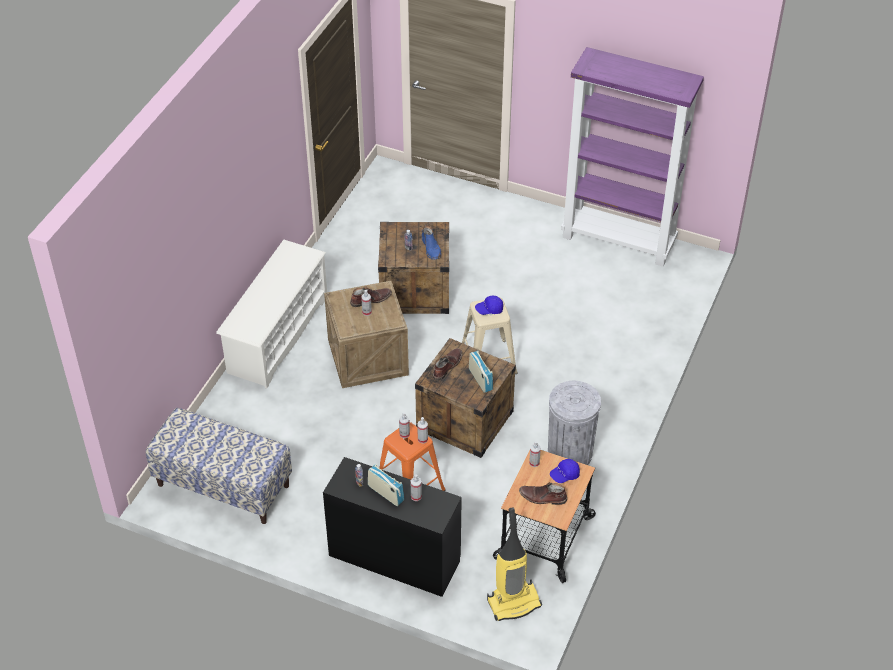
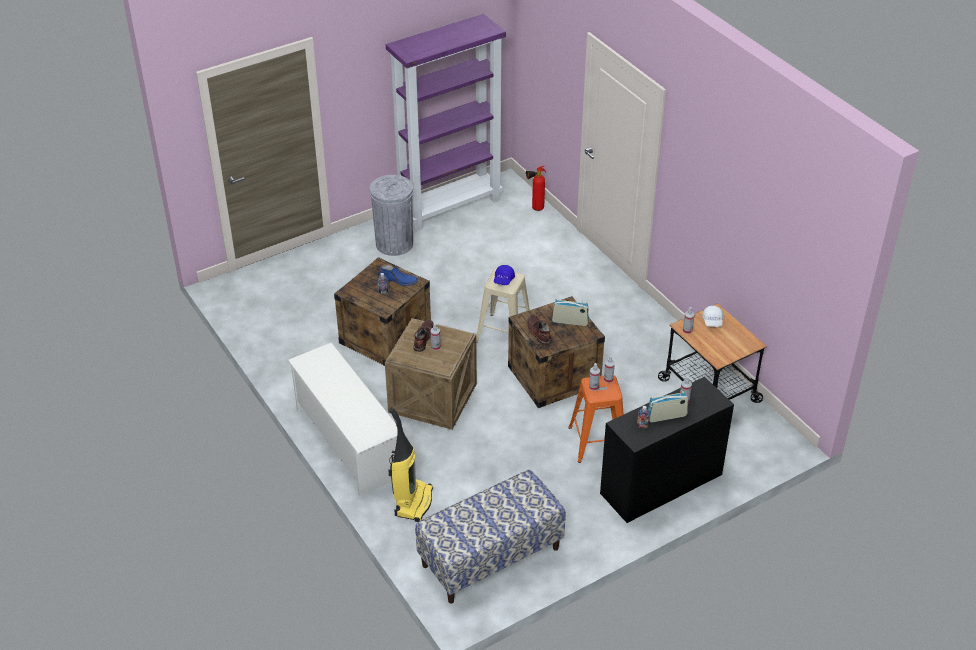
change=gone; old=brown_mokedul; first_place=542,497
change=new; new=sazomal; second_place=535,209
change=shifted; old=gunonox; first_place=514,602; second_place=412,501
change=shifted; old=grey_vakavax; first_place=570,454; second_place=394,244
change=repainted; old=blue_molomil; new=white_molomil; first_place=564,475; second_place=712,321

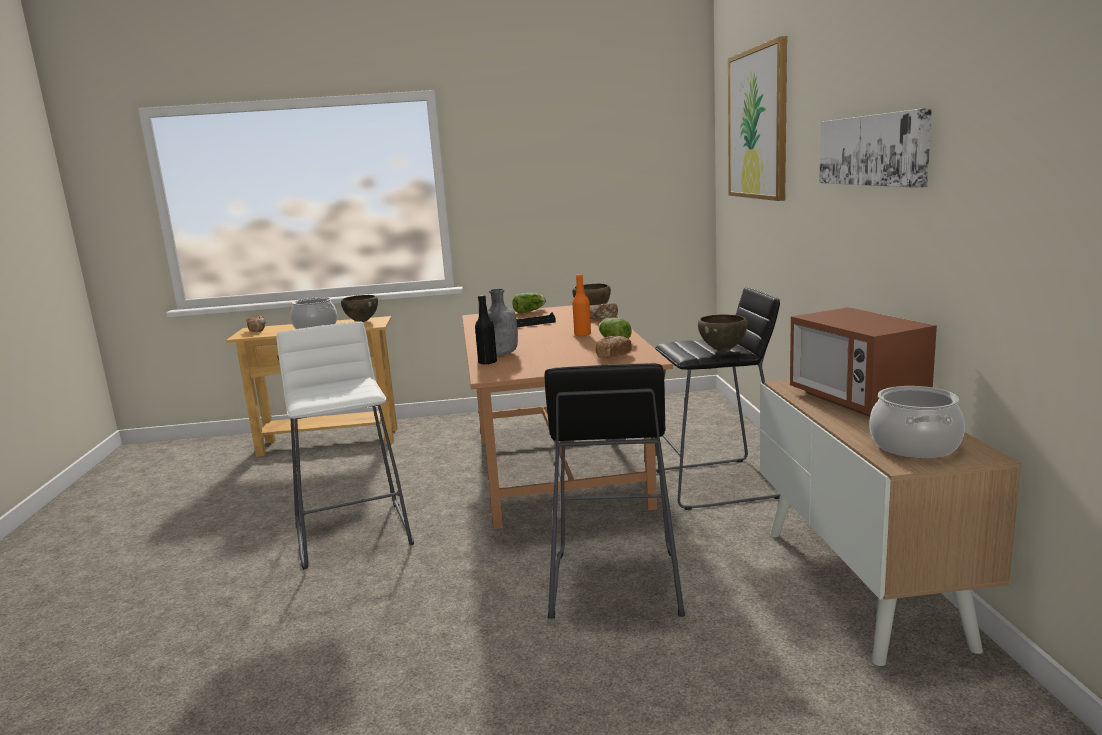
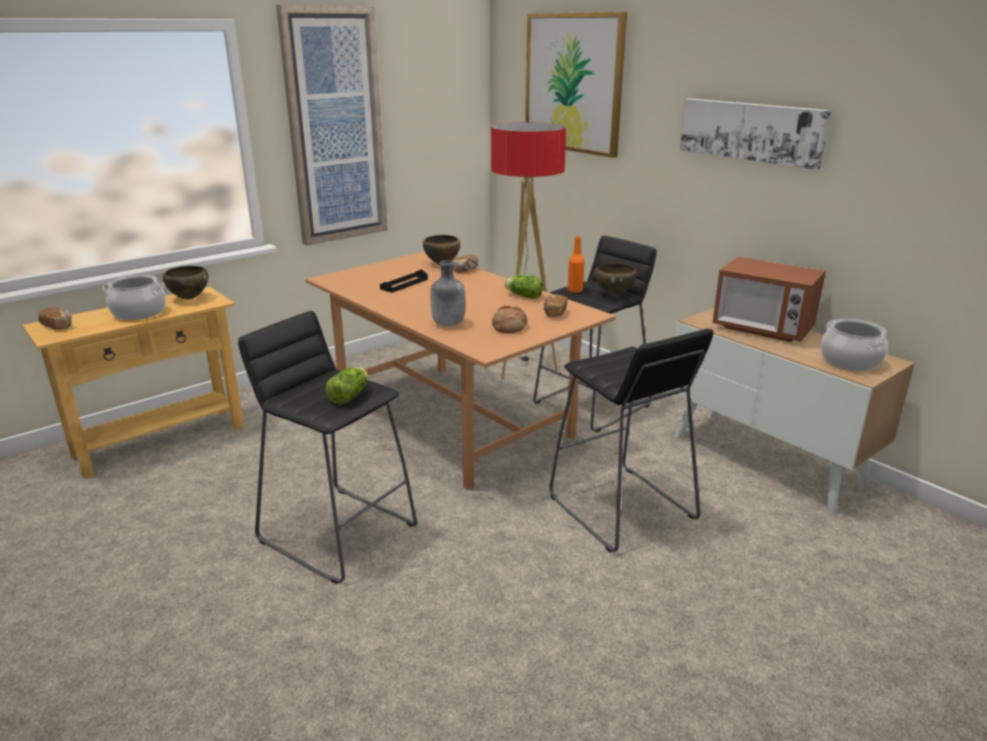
change=gone; old=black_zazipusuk; first_place=487,362
change=new; new=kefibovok; second_place=335,128
change=new; new=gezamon; second_place=524,368
change=new; new=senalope; second_place=508,327
change=shifted; old=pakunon; first_place=530,311; second_place=350,395
change=shifted; old=orange_zazipusuk; first_place=582,335; second_place=575,290
change=repainted; old=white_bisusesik; new=black_bisusesik; first_place=354,533; second_place=338,532

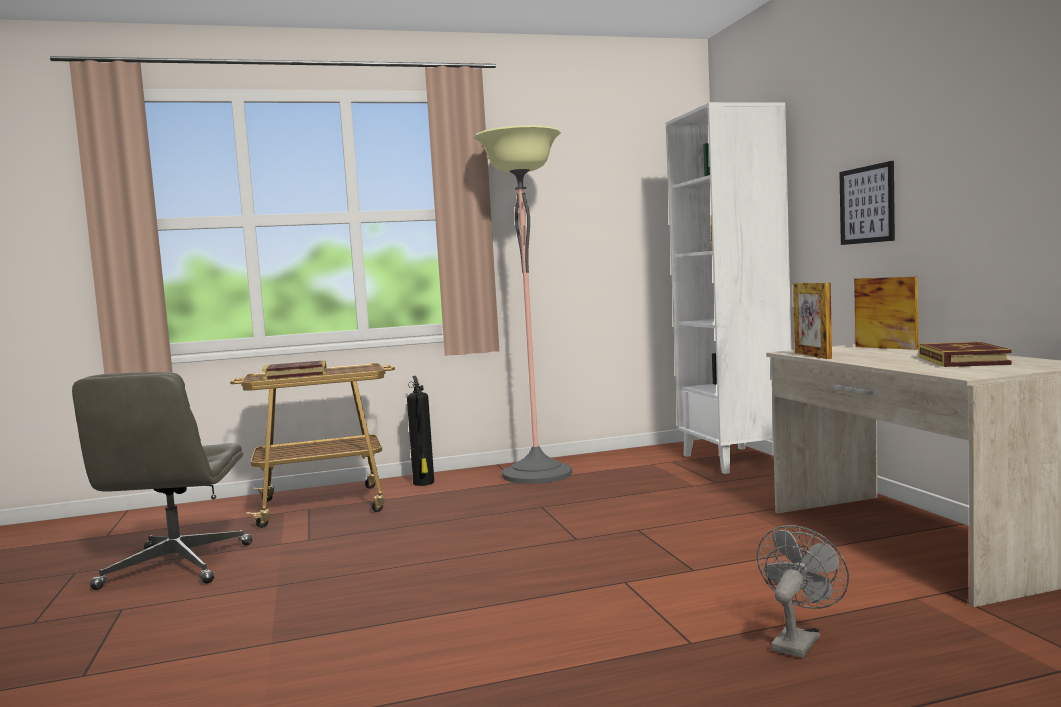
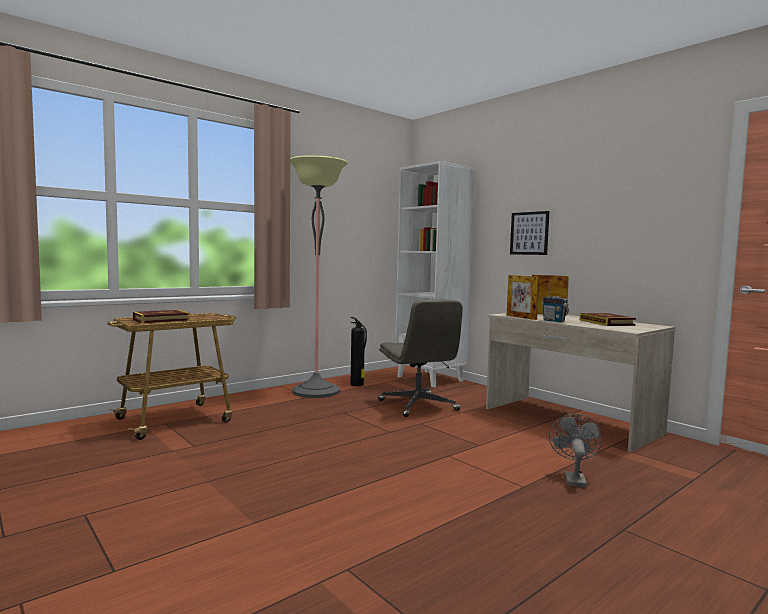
change=new; new=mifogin; second_place=554,321
change=shifted; old=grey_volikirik; first_place=176,566; second_place=418,405
change=shifted; old=sazomal; first_place=424,483; second_place=357,385

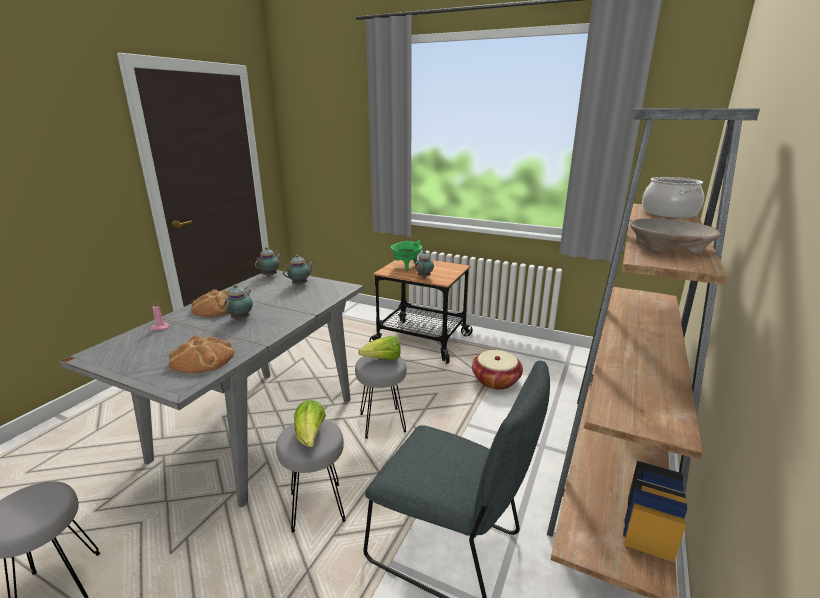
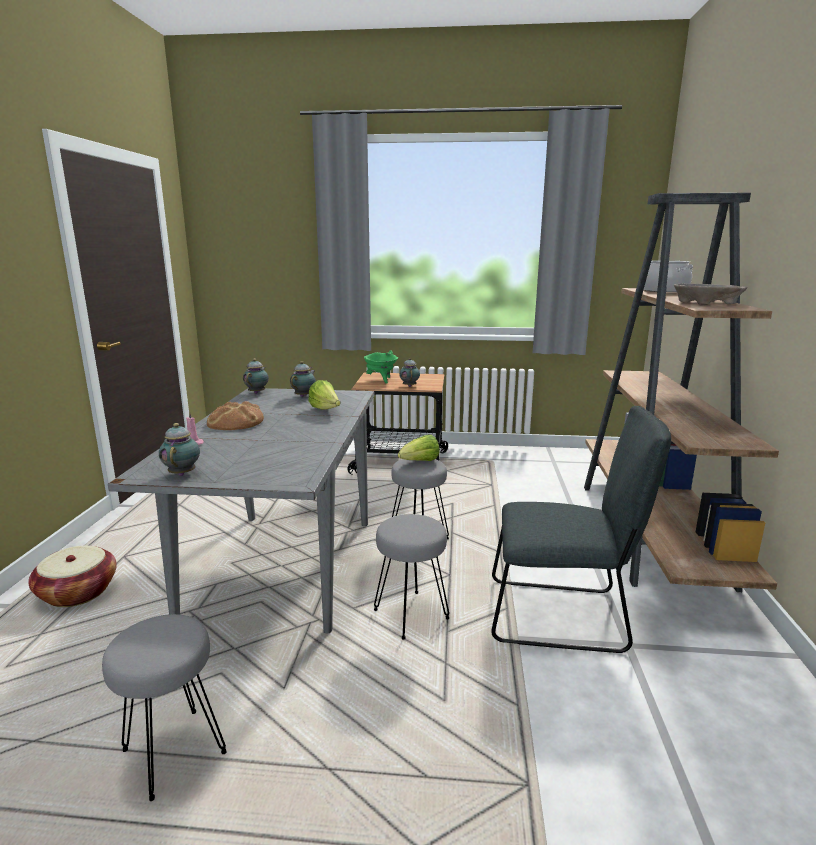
change=gone; old=senalope; first_place=203,358
change=shifted; old=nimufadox; first_place=242,318; second_place=183,473
change=shifted; old=pakunon; first_place=310,436; second_place=326,410
change=shifted; old=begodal; first_place=496,380; second_place=78,592

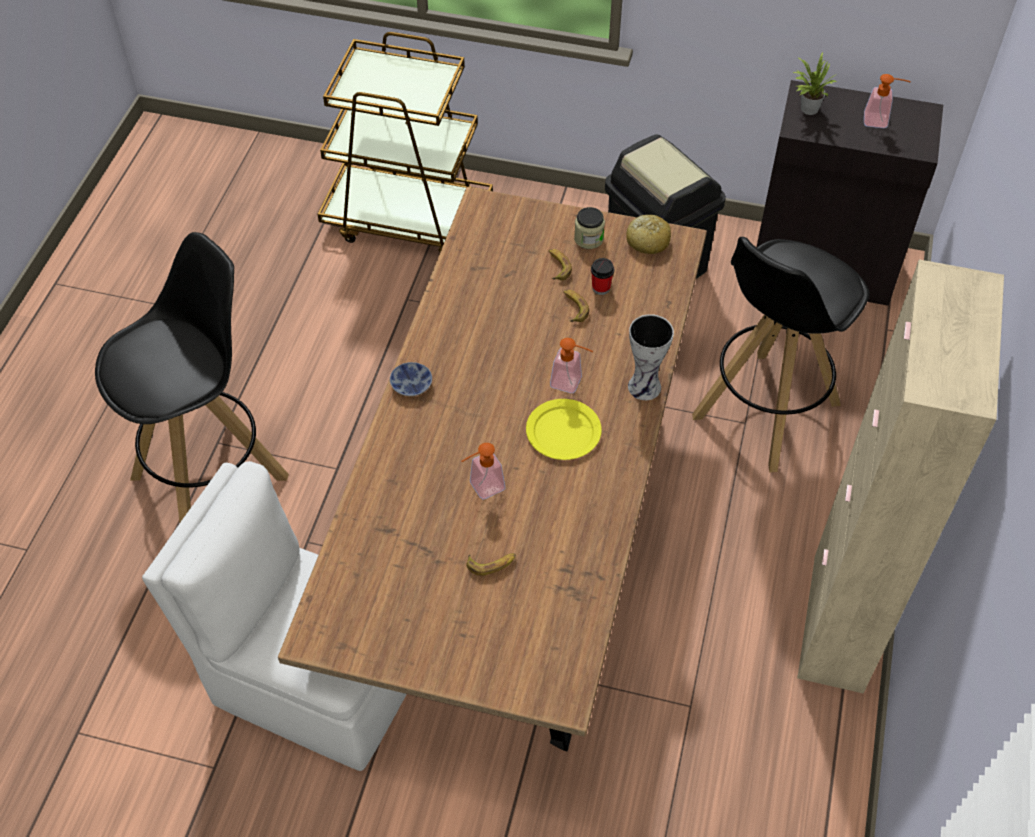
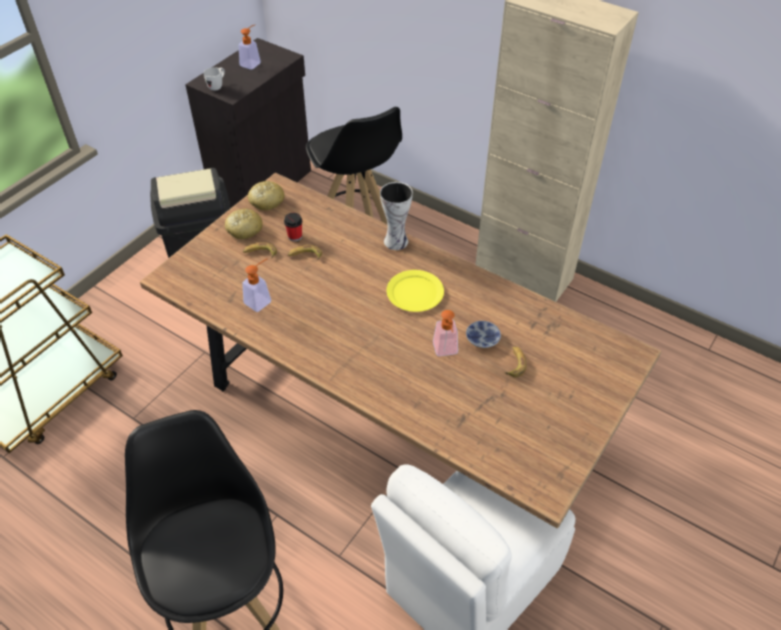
change=shifted; old=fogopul; first_place=410,385; second_place=482,340
change=shifted; old=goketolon; first_place=571,383; second_place=261,300
change=swapped; old=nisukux; new=senalope; first_place=588,239; second_place=244,229
change=swapped; old=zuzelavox; new=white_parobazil; first_place=807,108; second_place=217,86

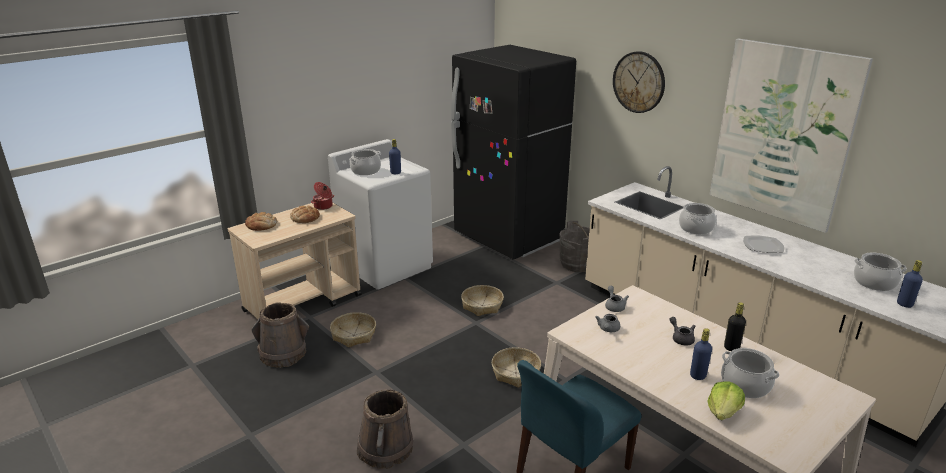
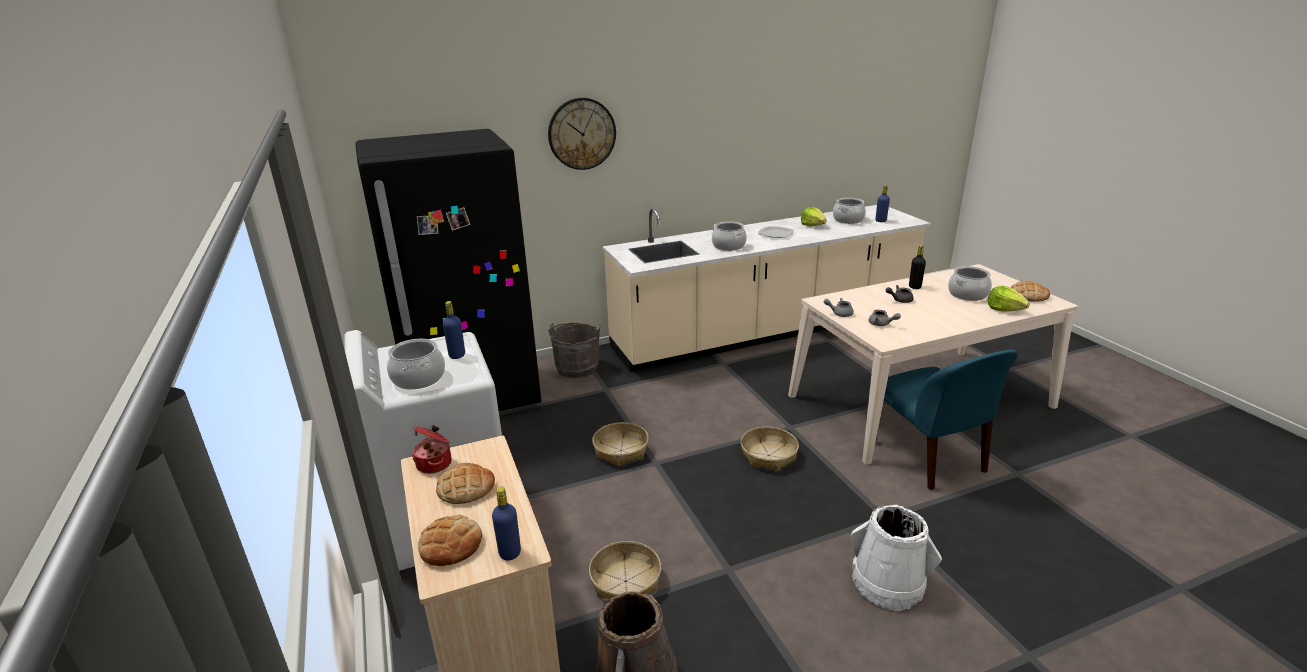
change=gone; old=kefibovok; first_place=782,134
change=new; new=pakunon; second_place=813,225
change=new; new=senalope; second_place=1028,296
change=shifted; old=blue_zazipusuk; first_place=698,375; second_place=510,552
change=repainted; old=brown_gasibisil; new=white_gasibisil; first_place=385,449; second_place=888,583

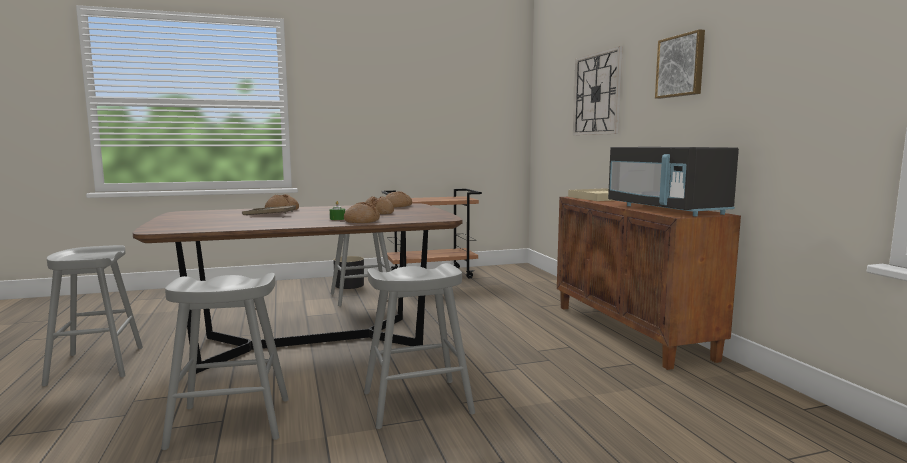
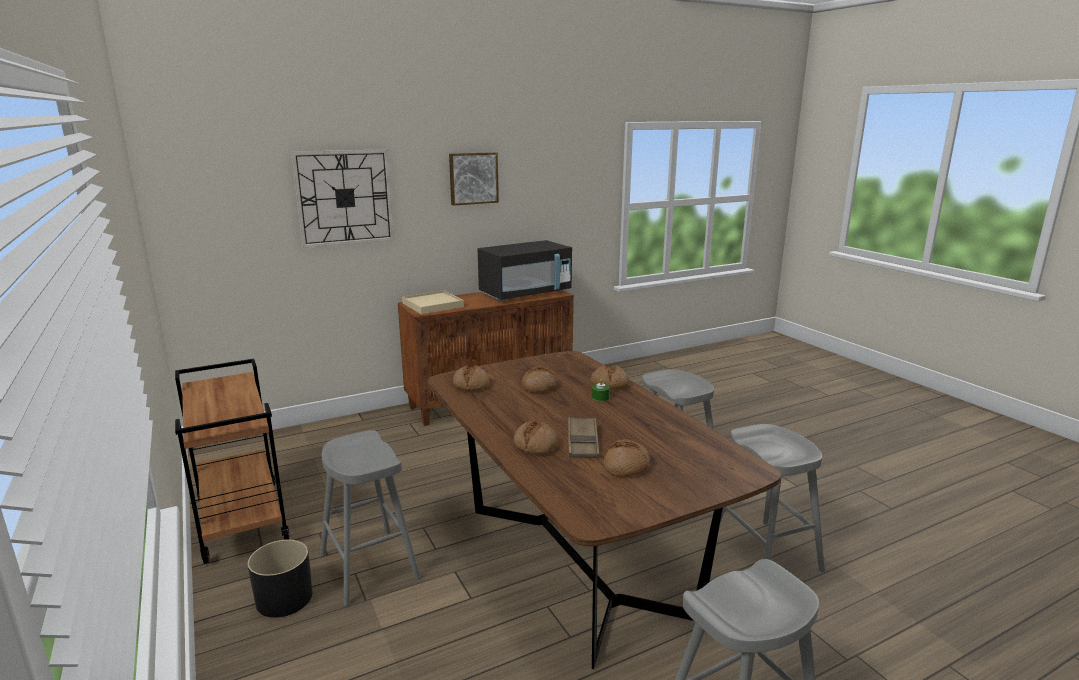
change=new; new=senalope; second_place=626,466

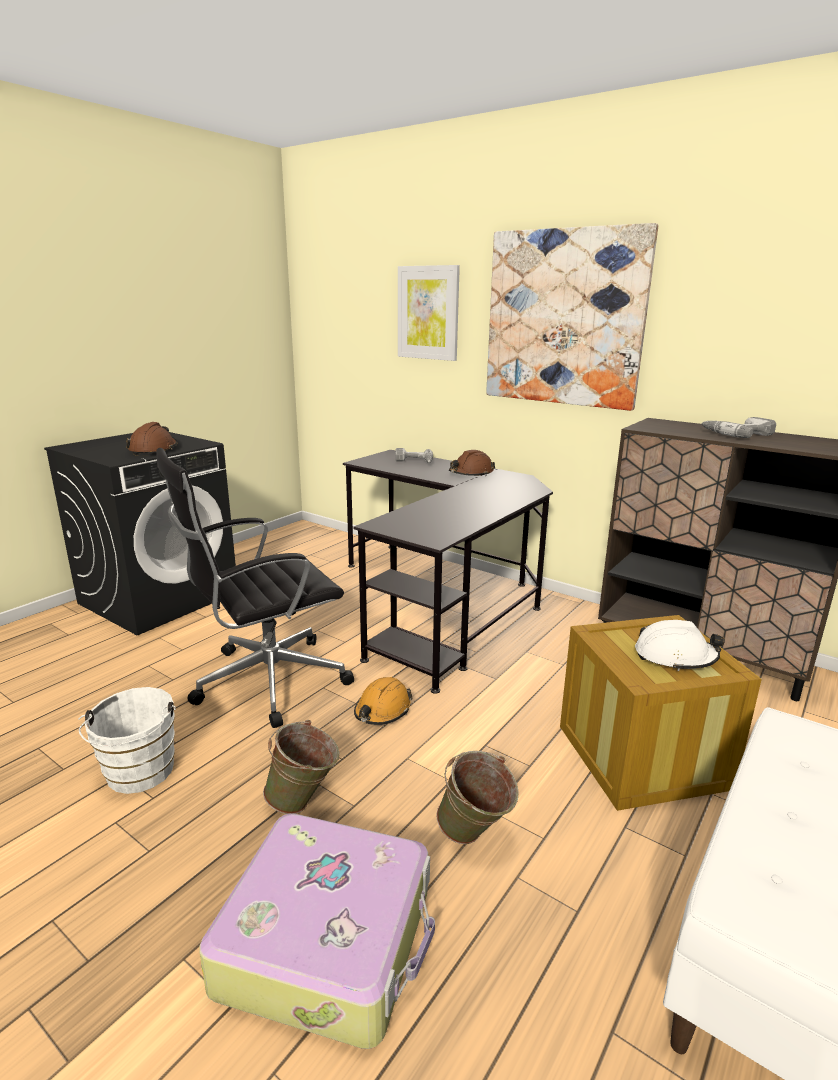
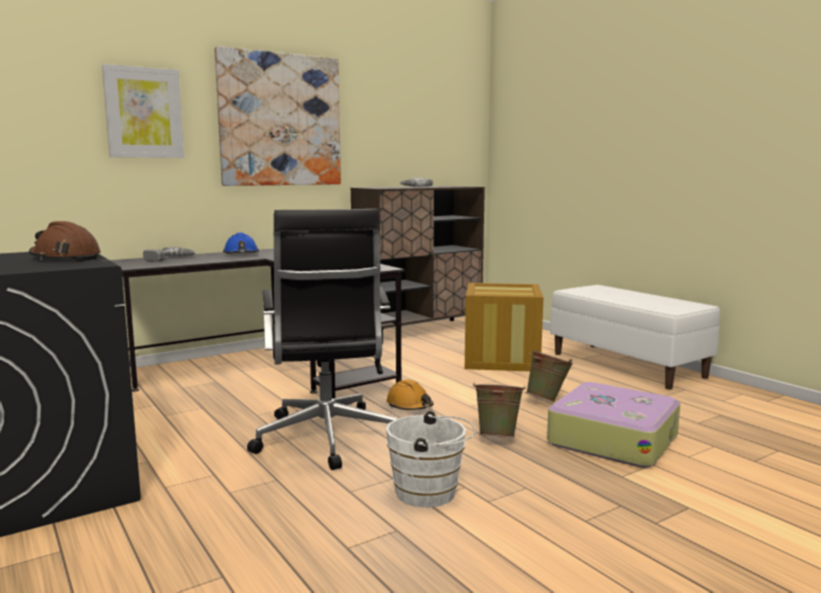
change=gone; old=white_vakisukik; first_place=675,657
change=repainted; old=brown_vakisukik; new=blue_vakisukik; first_place=471,474; second_place=241,254

